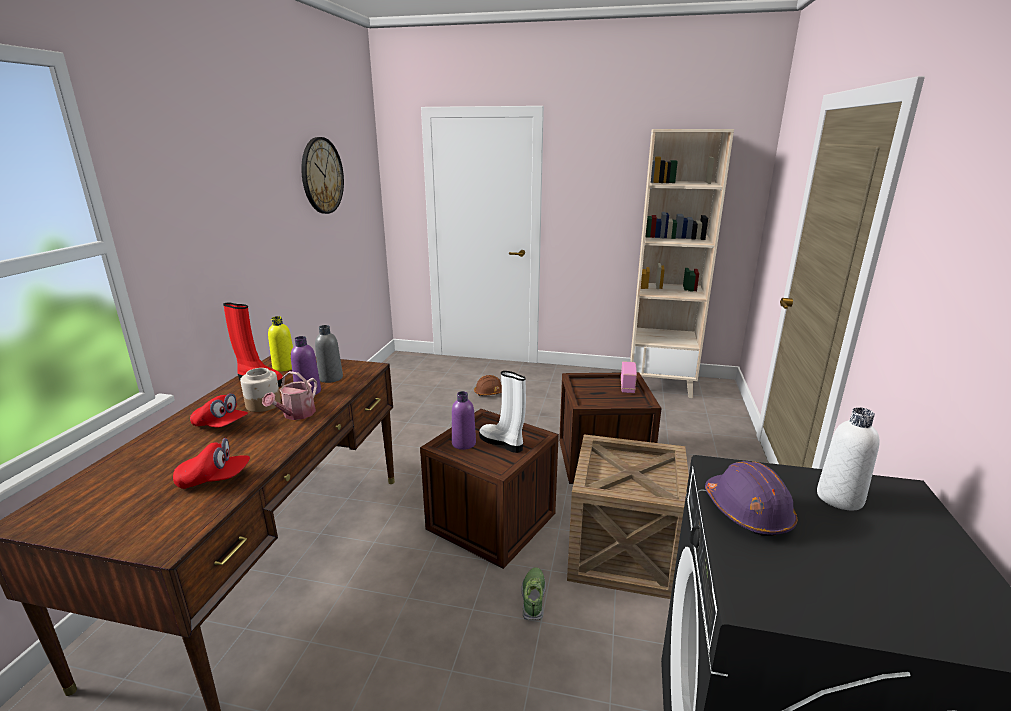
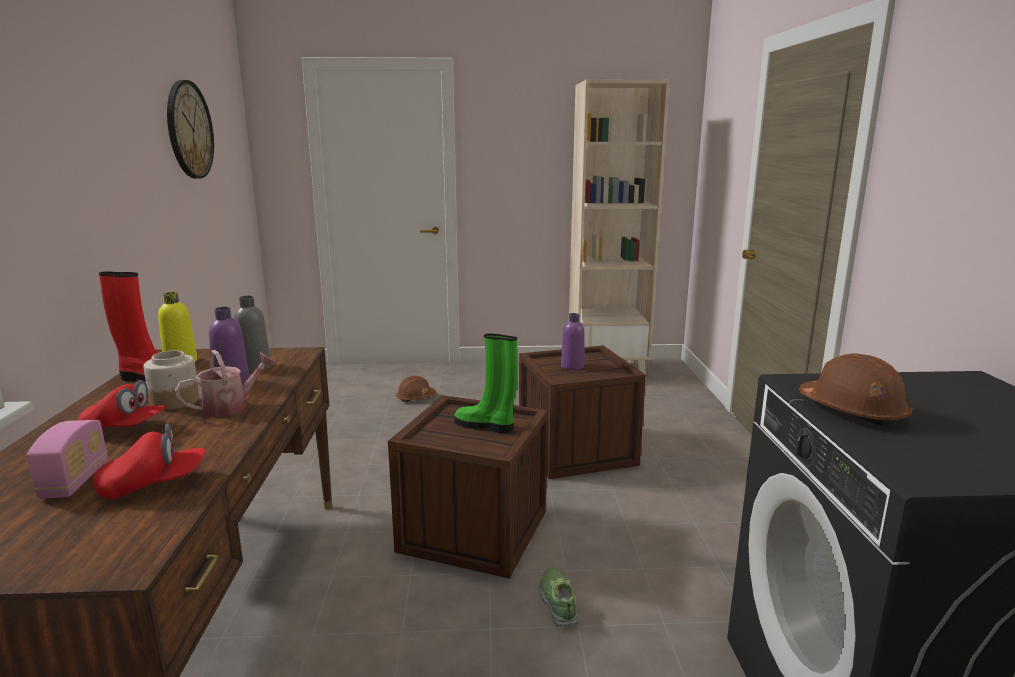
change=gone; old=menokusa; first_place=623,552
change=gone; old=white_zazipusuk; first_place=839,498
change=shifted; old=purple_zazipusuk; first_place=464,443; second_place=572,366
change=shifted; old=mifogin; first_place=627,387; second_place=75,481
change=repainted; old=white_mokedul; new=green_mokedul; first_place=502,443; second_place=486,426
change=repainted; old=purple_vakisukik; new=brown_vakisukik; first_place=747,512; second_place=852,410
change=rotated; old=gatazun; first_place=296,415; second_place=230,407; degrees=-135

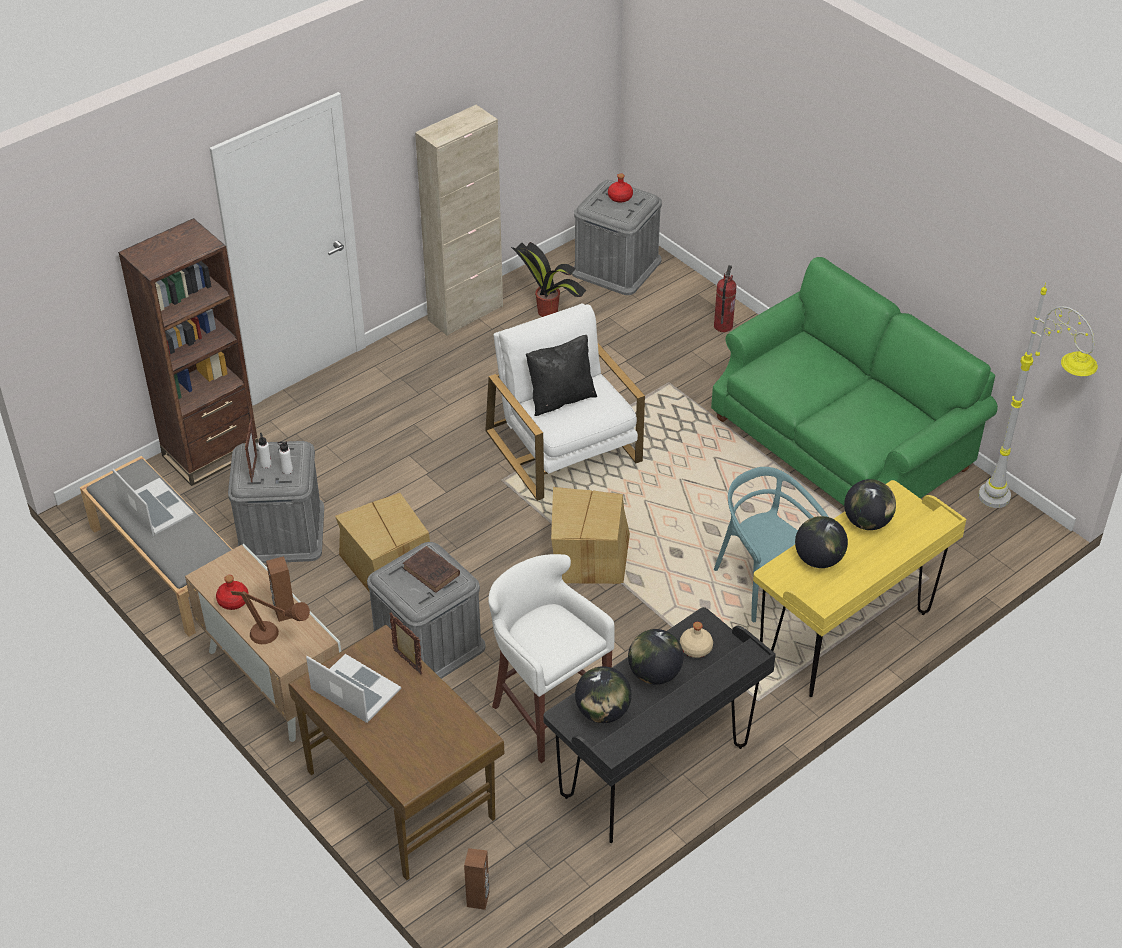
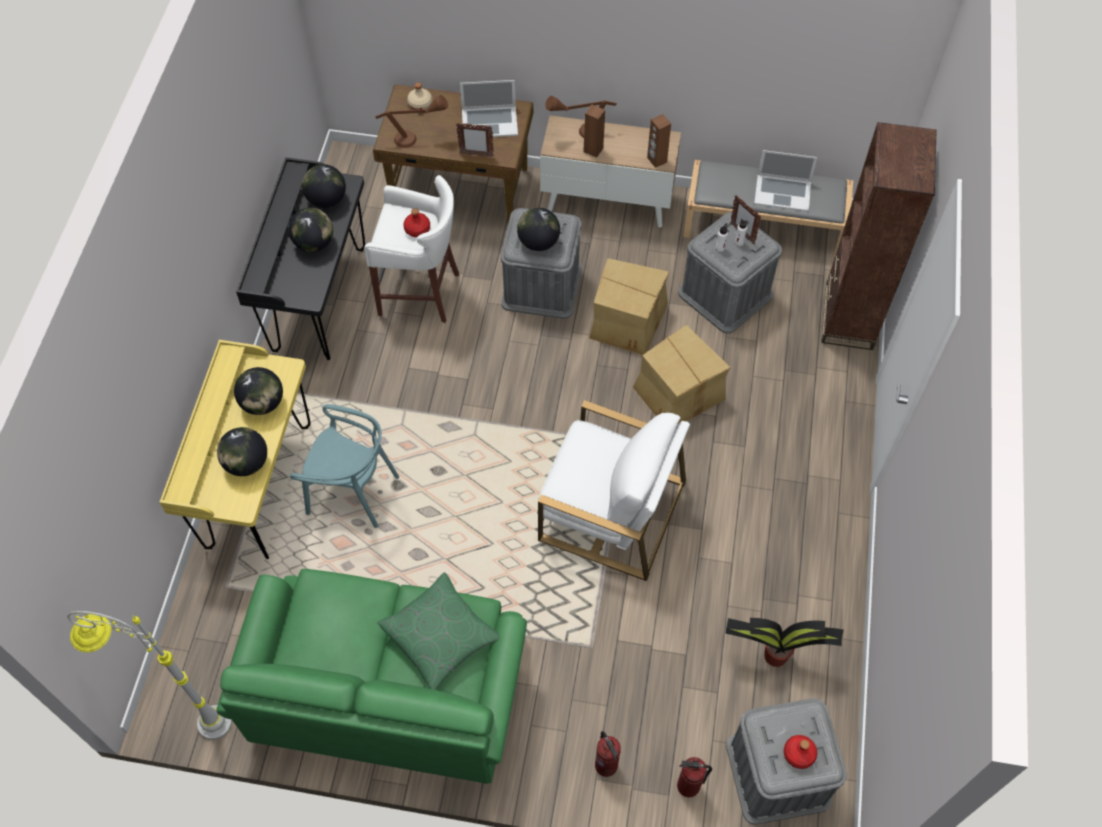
change=gone; old=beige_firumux; first_place=465,313
change=gone; old=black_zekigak; first_place=561,399
change=new; new=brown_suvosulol; second_place=417,138
change=new; new=green_zekigak; second_place=440,636
change=new; new=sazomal; second_place=688,786
change=shifted; old=red_zazipusuk; first_place=233,601; second_place=417,229
change=shifted; old=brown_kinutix; first_place=478,899; second_place=656,160
change=shifted; old=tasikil; first_place=588,555; second_place=678,392
change=shifted; old=beige_zazipusuk; first_place=695,648; second_place=420,104
change=swapped; old=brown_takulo; new=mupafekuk; first_place=432,572; second_place=538,242

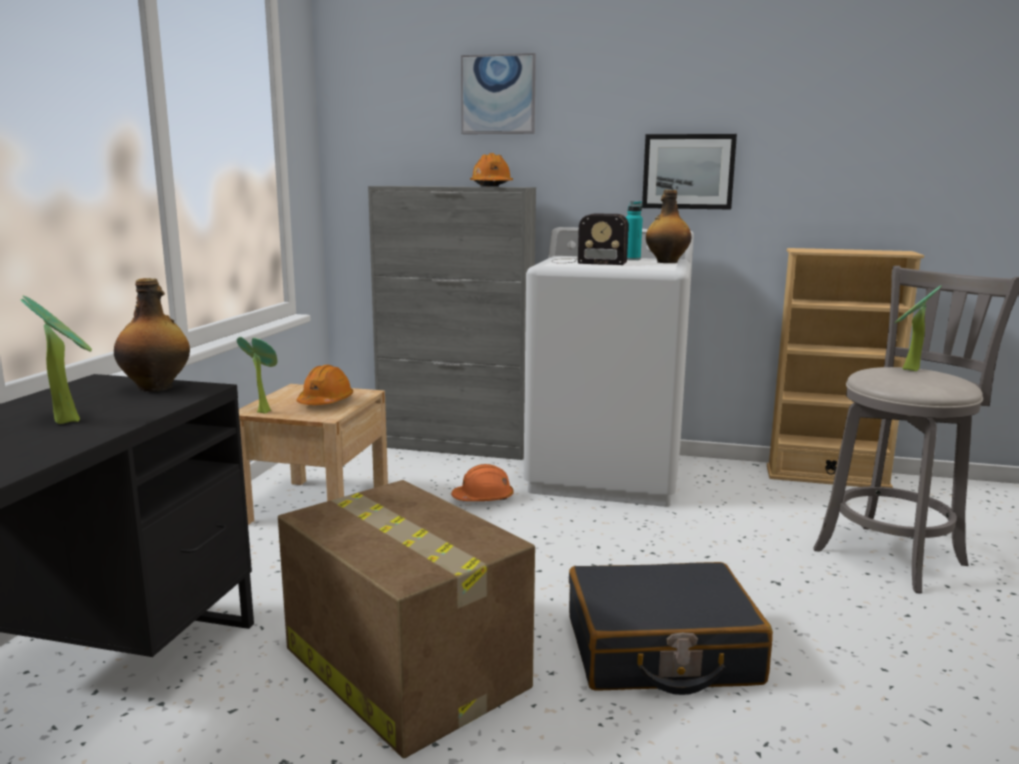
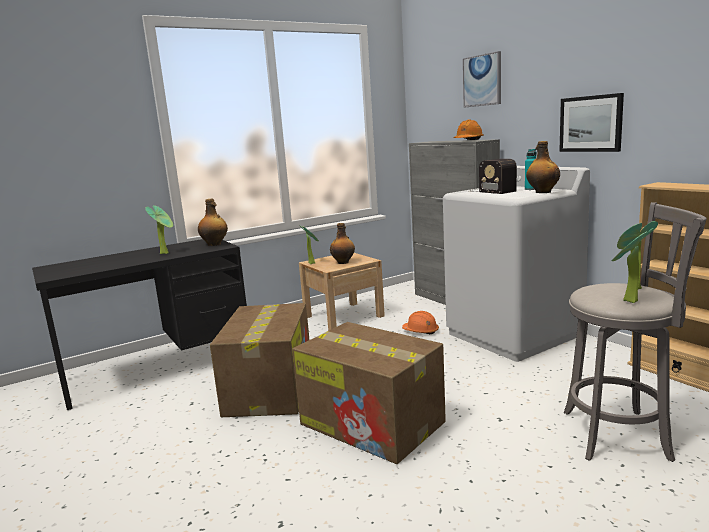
change=new; new=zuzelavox; second_place=627,302
change=swapped; old=orange_vakisukik; new=zazipusuk; first_place=325,402; second_place=343,262
change=swapped; old=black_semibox; new=tasikil; first_place=661,651; second_place=373,423

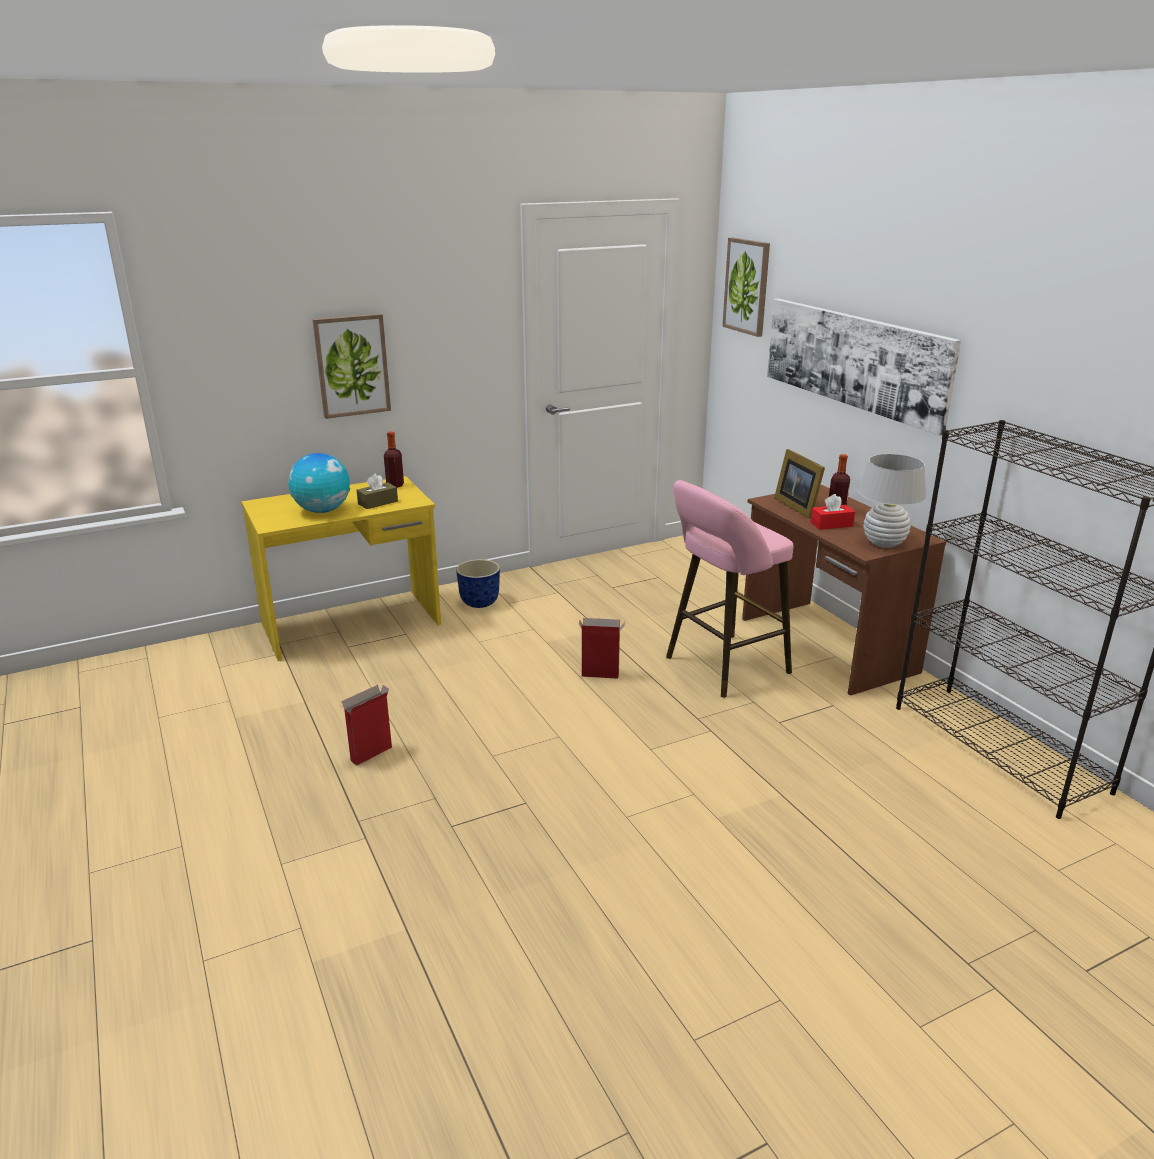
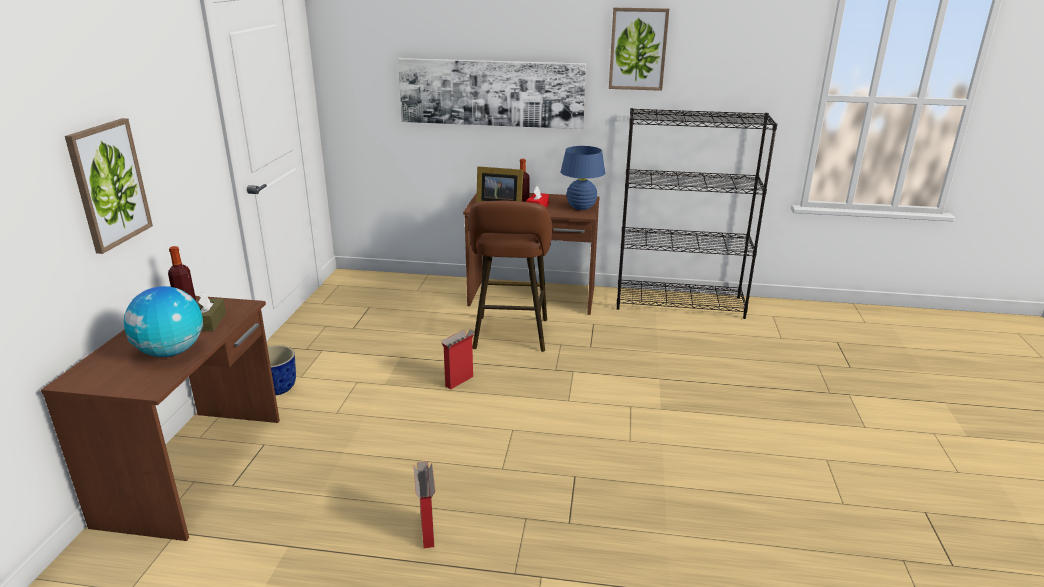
change=shifted; old=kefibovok; first_place=747,286; second_place=638,49
change=repainted; old=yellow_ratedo; new=brown_ratedo; first_place=352,624; second_place=196,469
change=repainted; old=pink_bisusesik; new=brown_bisusesik; first_place=722,667; second_place=510,336
change=repainted; old=white_suvosulol; new=blue_suvosulol; first_place=883,543; second_place=581,207

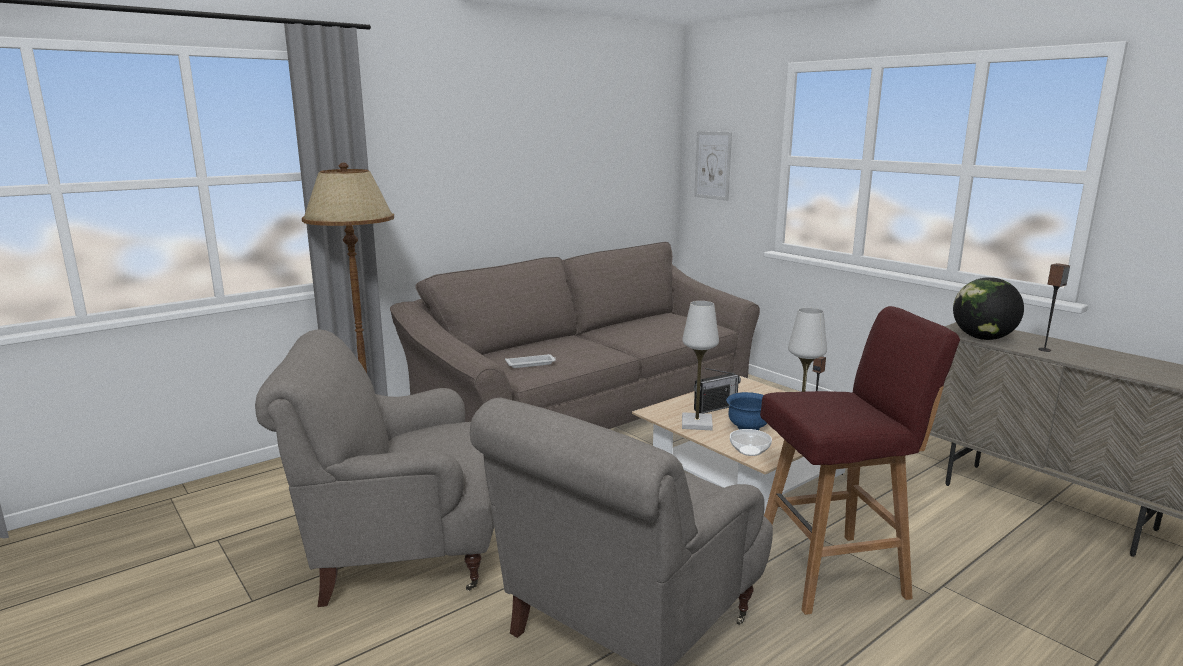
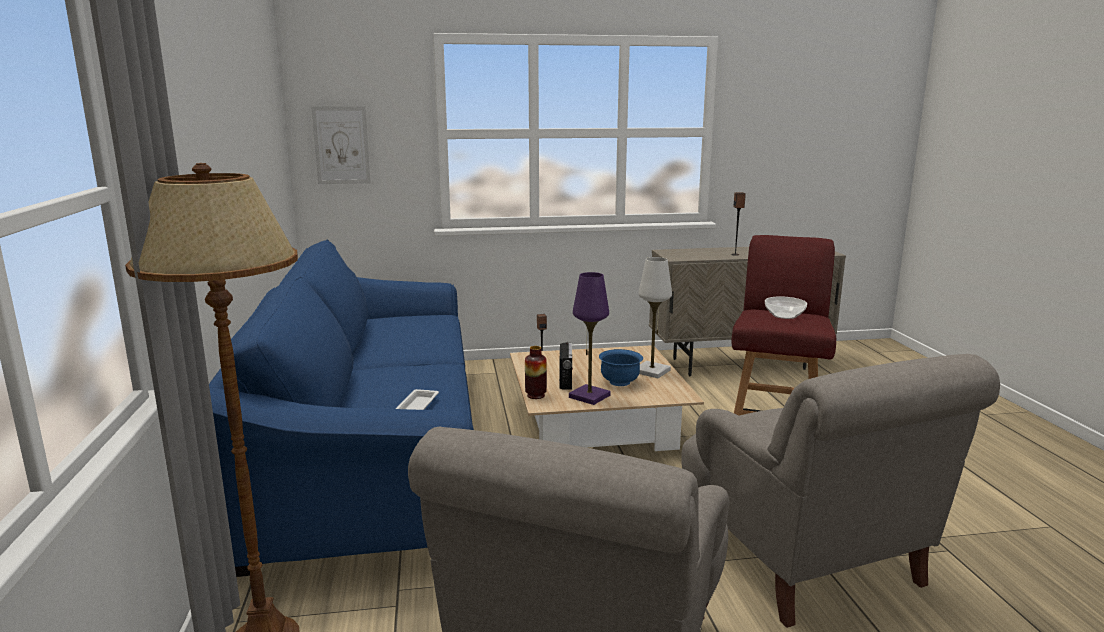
change=gone; old=mupafekuk; first_place=983,338
change=new; new=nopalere; second_place=535,395
change=shifted; old=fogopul; first_place=749,451; second_place=784,316
change=repainted; old=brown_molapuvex; new=blue_molapuvex; first_place=590,406; second_place=374,450
change=repainted; old=white_suvosulol; new=purple_suvosulol; first_place=696,423; second_place=589,396

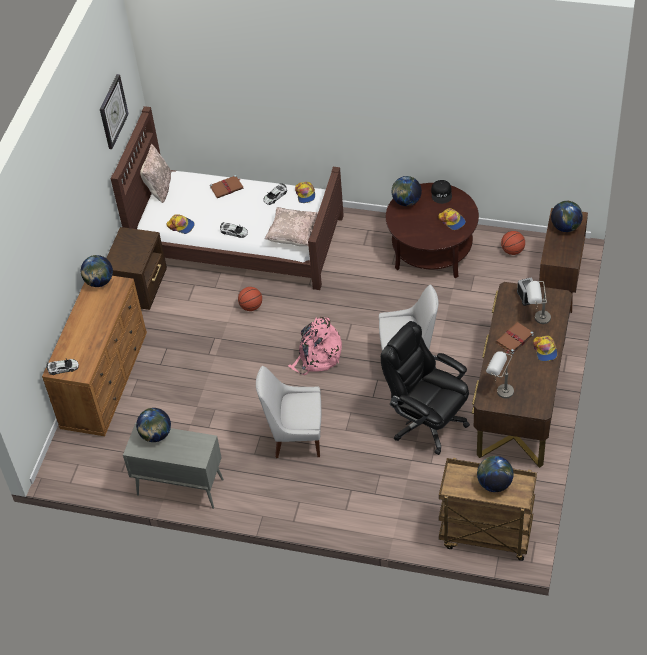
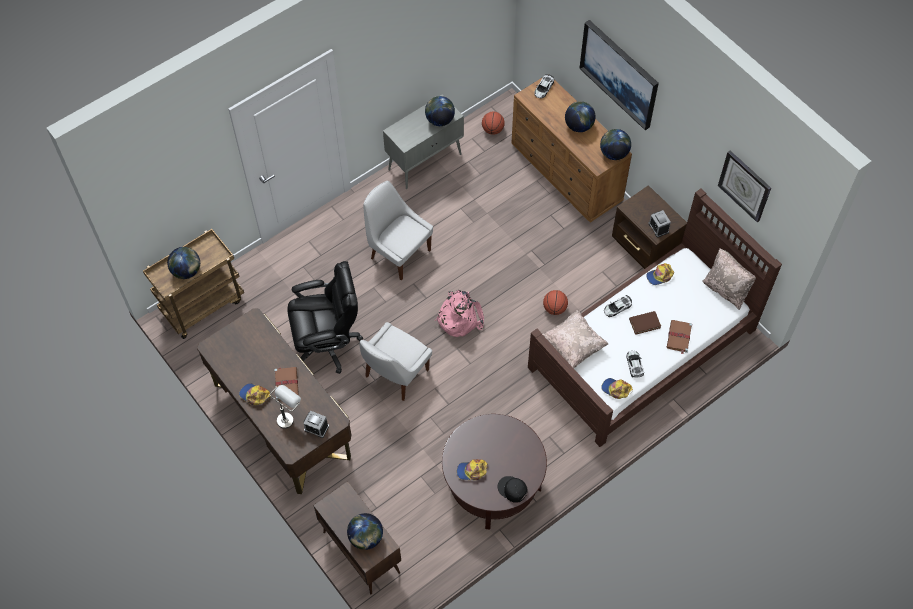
change=gone; old=grey_suvosulol; first_place=499,390
change=new; new=kefibovok; second_place=619,73
change=new; new=brown_takulo; second_place=644,323
change=new; new=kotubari; second_place=658,228
change=shifted; old=mupafekuk; first_place=406,202; second_place=579,126
change=shifted; old=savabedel; first_place=512,251; second_place=493,130
change=rotated; old=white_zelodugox; first_place=295,437; second_place=398,253; degrees=-90

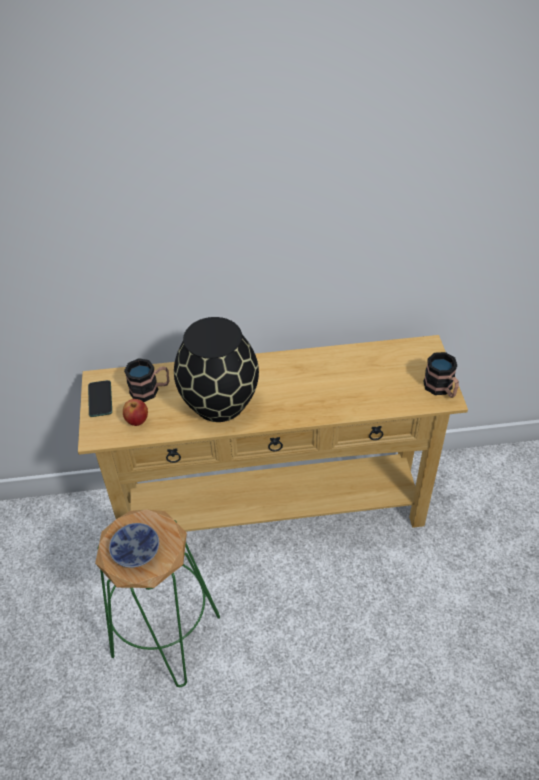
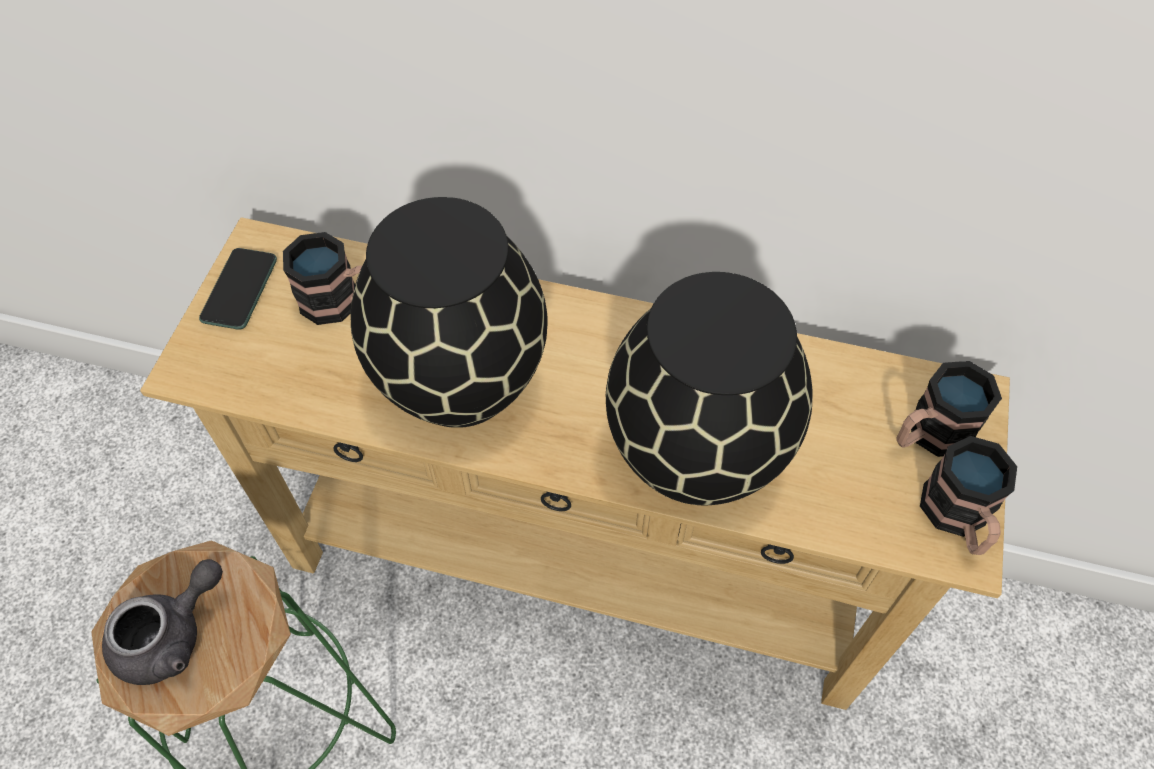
change=gone; old=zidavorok; first_place=137,420
change=new; new=black_nopalere; second_place=695,450
change=new; new=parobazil; second_place=929,434
change=swapped; old=fogopul; new=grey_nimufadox; first_place=135,549; second_place=171,636

